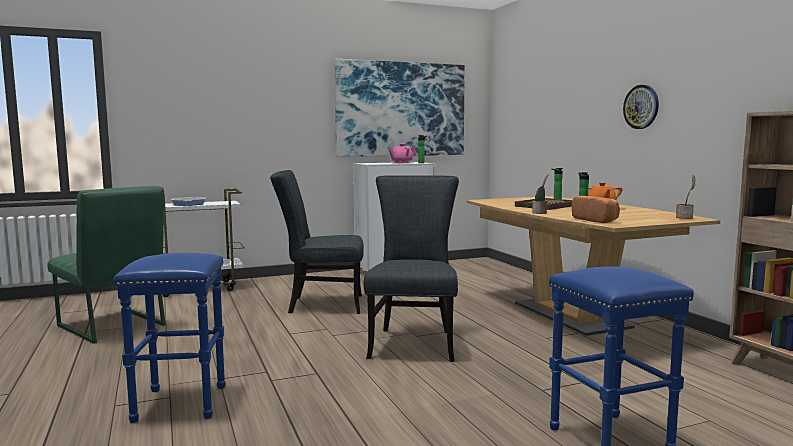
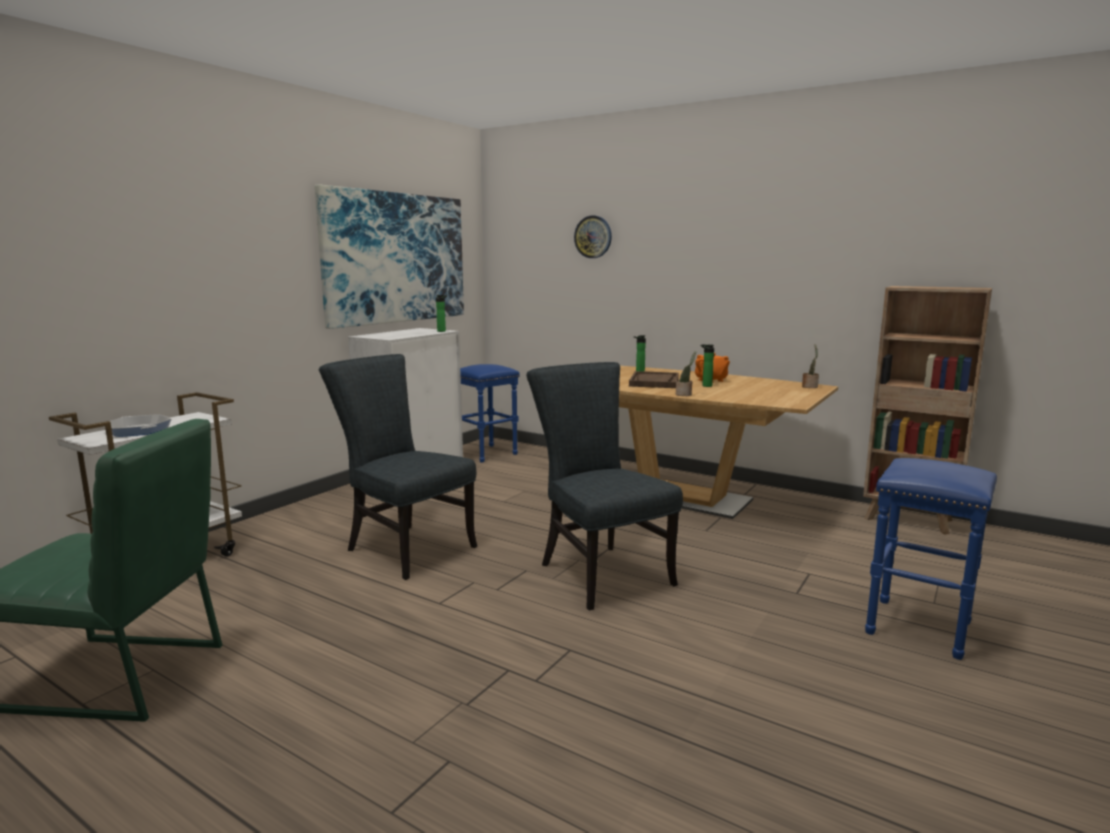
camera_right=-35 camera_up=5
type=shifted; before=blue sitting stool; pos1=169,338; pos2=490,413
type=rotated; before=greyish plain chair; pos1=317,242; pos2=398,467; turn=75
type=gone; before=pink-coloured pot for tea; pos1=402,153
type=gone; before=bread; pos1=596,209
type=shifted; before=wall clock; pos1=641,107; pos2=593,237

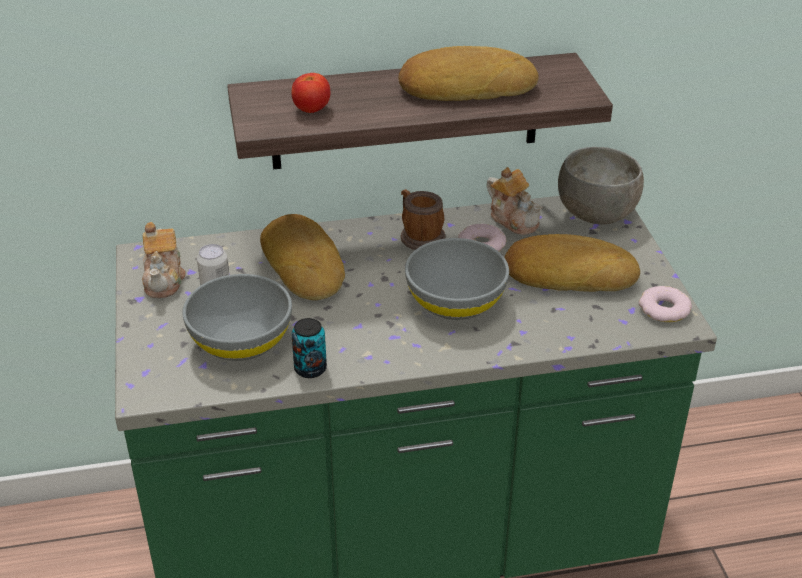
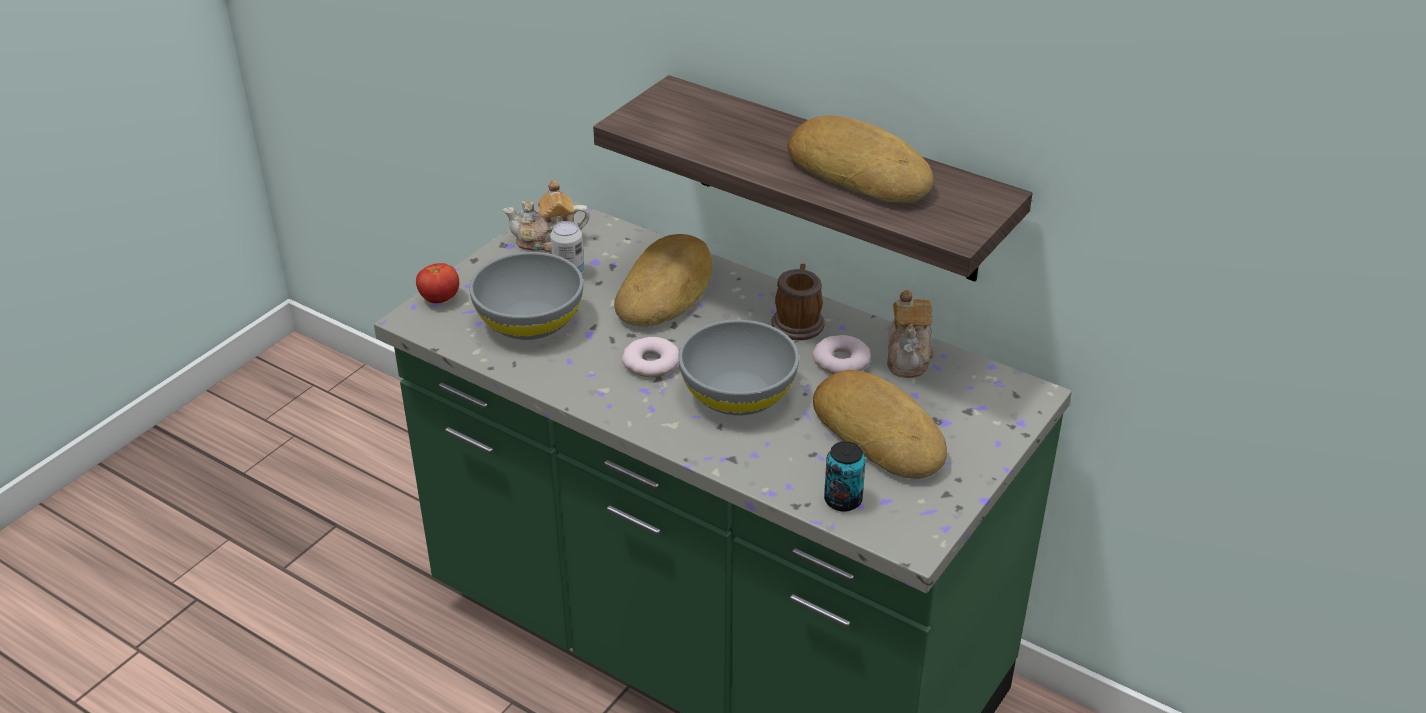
camera_right=45 camera_up=0
type=rotated; before=pot for tea; pos1=164,260; pos2=546,216; turn=45
type=shifted; before=tomato; pos1=310,93; pos2=437,283
type=shifted; before=sealed can; pos1=309,348; pos2=845,476
type=gone; before=greyish deep dish; pos1=601,186
type=shifted; before=ring doughnut; pos1=665,304; pos2=650,357

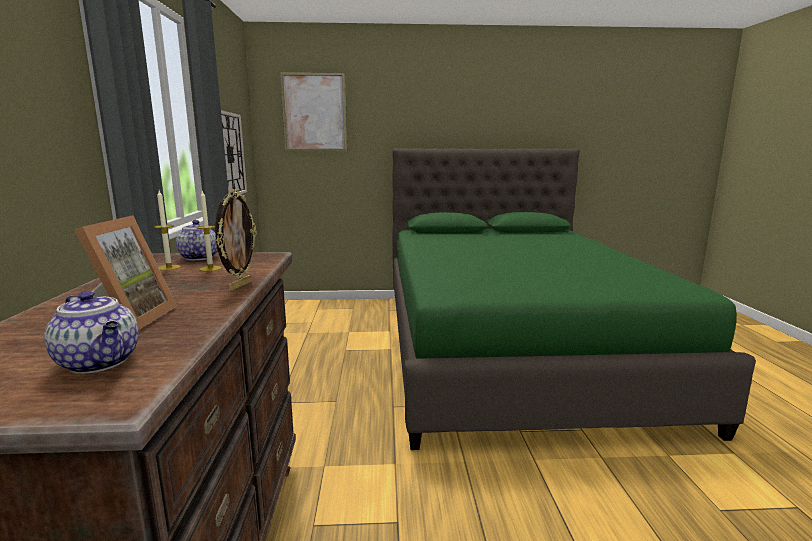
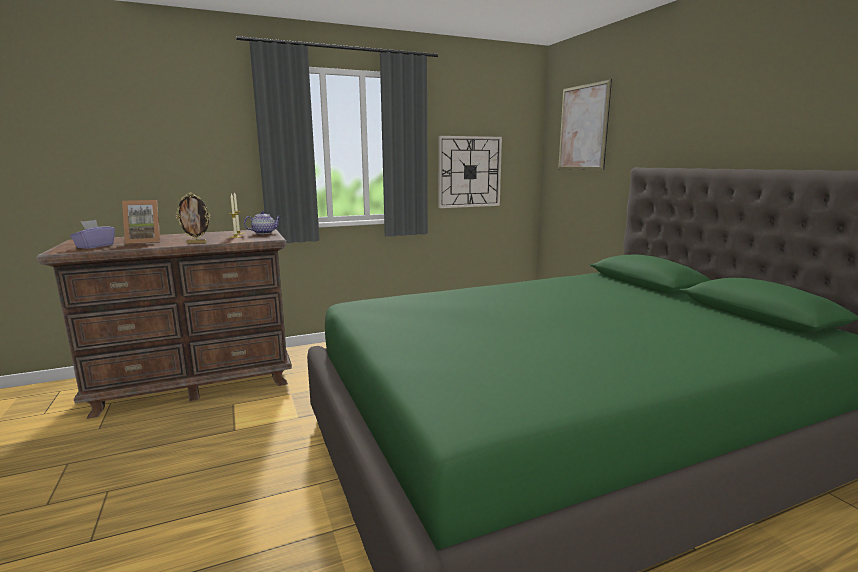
camera_right=70 camera_up=0
type=swapped; before=pot for tea; after=purple-coloured tissue holder; pos1=91,332; pos2=92,234

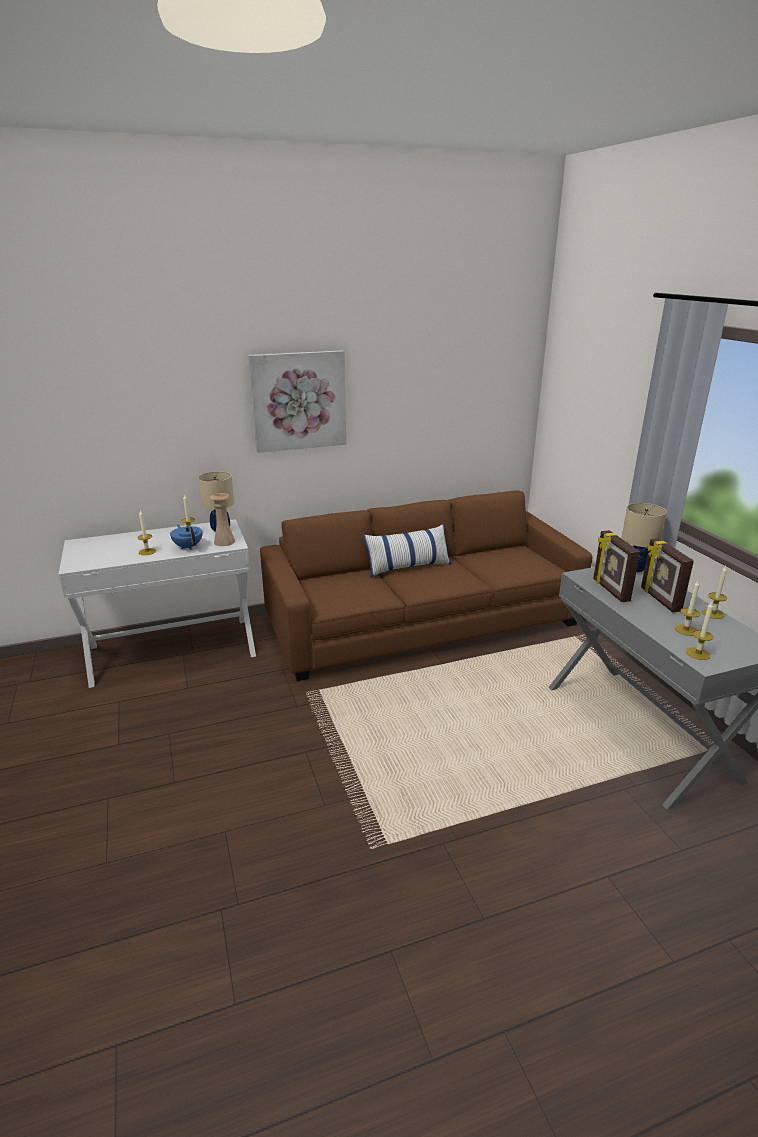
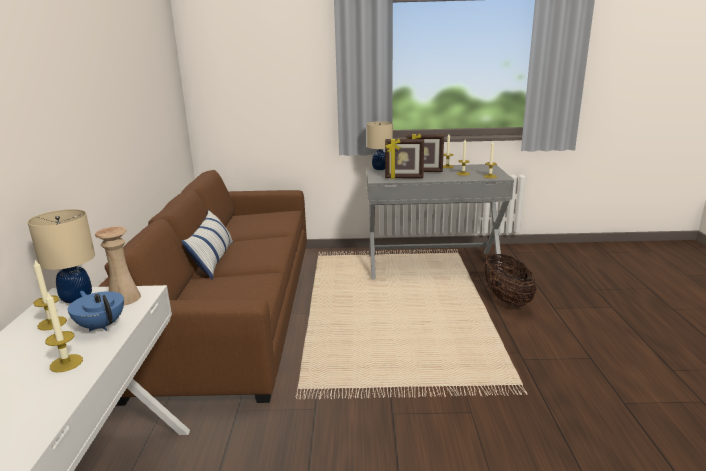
camera_right=-70 camera_up=-5
type=rotated; before=blue pot for tea; pos1=186,537; pos2=96,311; turn=60
type=gone; before=picture; pos1=297,401
type=new; after=storage basket; pos2=510,280

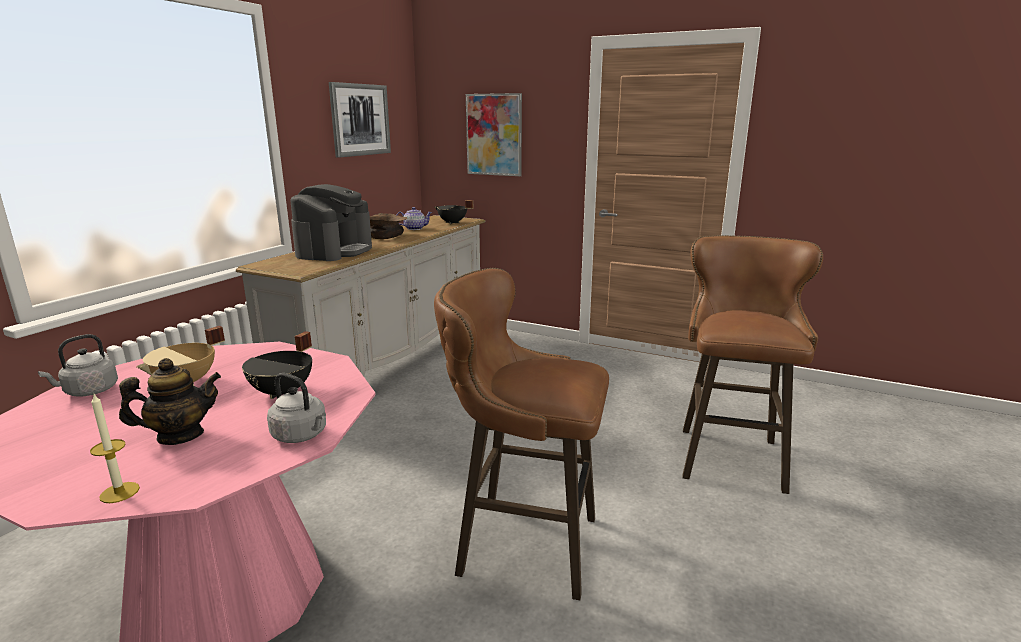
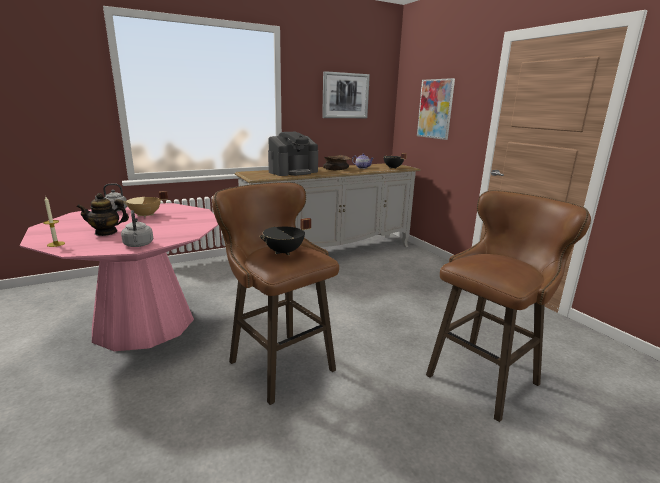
camera_right=35 camera_up=0
type=rotated; before=pot for tea; pos1=170,401; pos2=103,214; turn=150
type=shifted; before=black-coloured stockpot; pos1=277,365; pos2=285,236

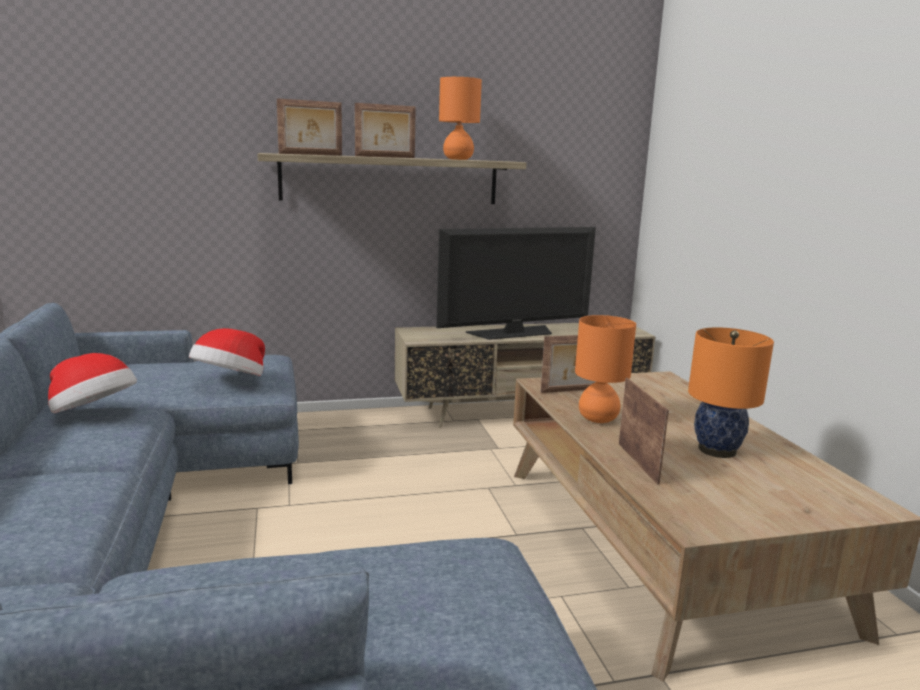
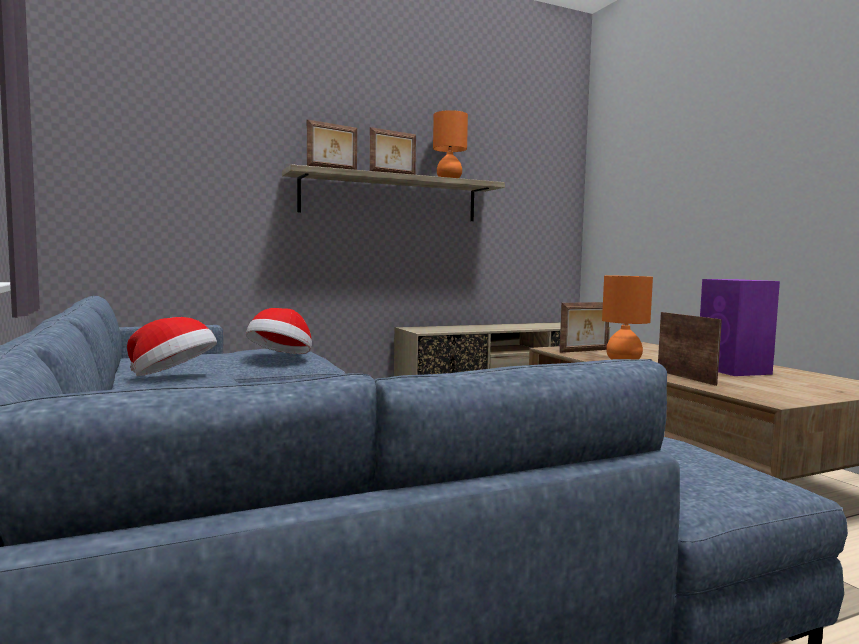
camera_right=-10 camera_up=-10
type=gone; before=television; pos1=516,283
type=swapped; before=orange tabletop lamp; after=purple-coloured audio speaker; pos1=731,392; pos2=740,327

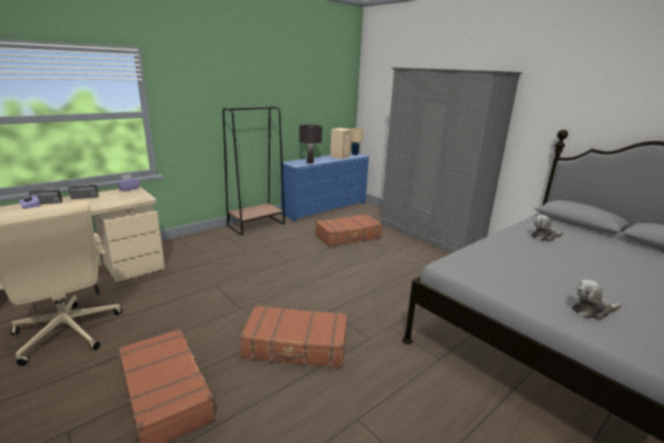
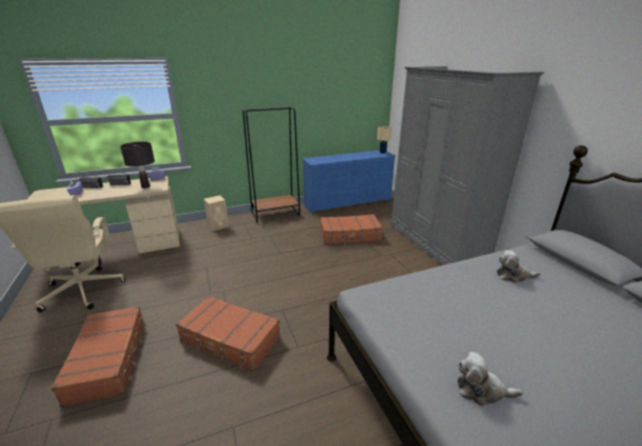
camera_right=20 camera_up=5
type=shifted; before=black-coloured tabletop lamp; pos1=310,144; pos2=137,165
type=shifted; before=sand-coloured audio speaker; pos1=341,143; pos2=216,213

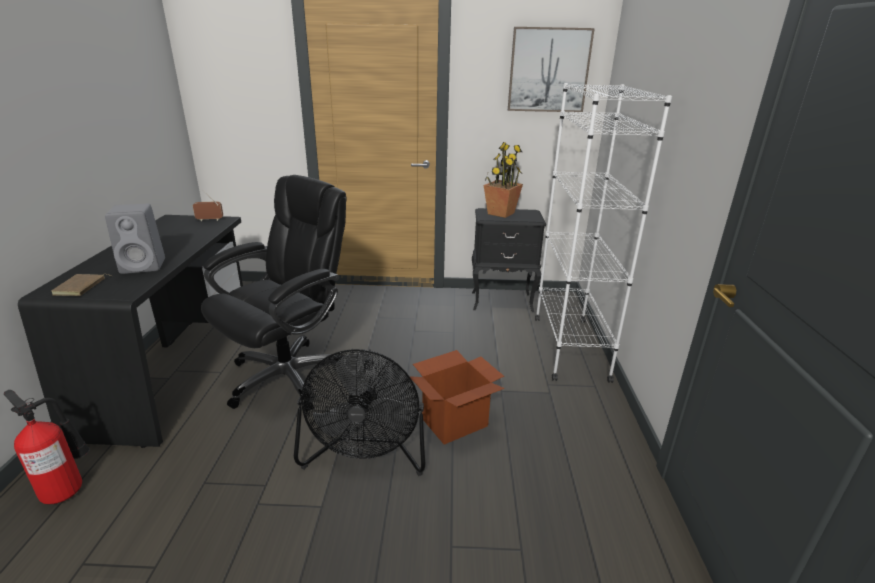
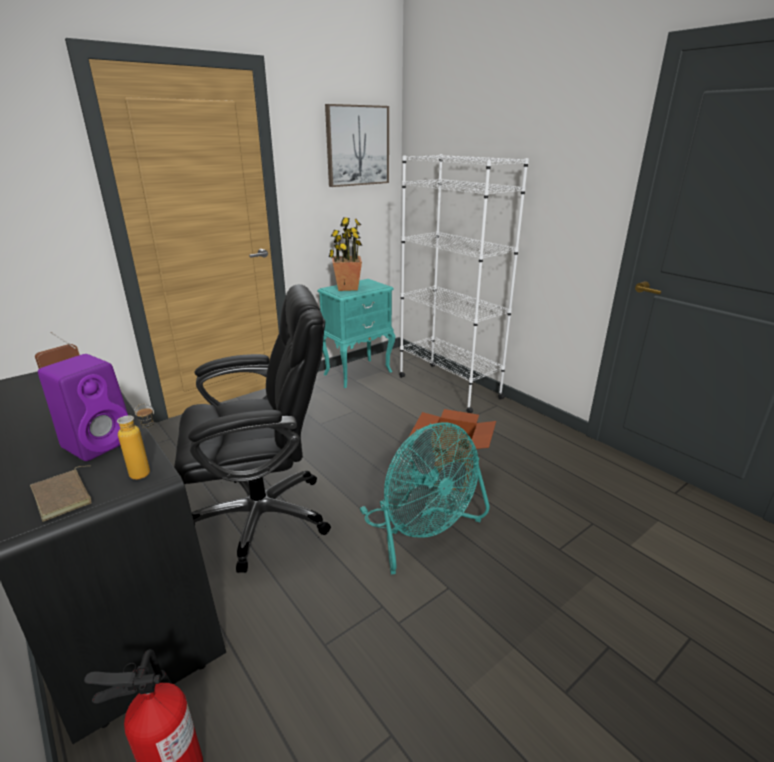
camera_right=-40 camera_up=0
type=repainted; before=greyish audio speaker; after=purple-coloured audio speaker; pos1=135,239; pos2=83,407
type=rotated; before=black-coloured desk chair; pos1=274,293; pos2=252,428; turn=75
type=repainted; before=black-coloured fan; after=turquoise-coloured fan; pos1=359,412; pos2=425,498
type=repainted; before=black-coloured night table; after=turquoise-coloured night table; pos1=509,260; pos2=356,333
type=new; after=beverage bottle; pos2=135,442

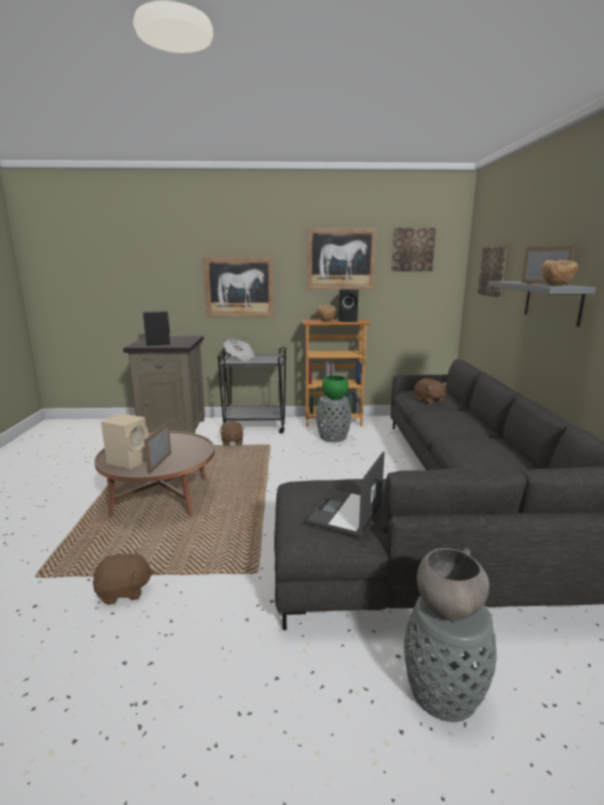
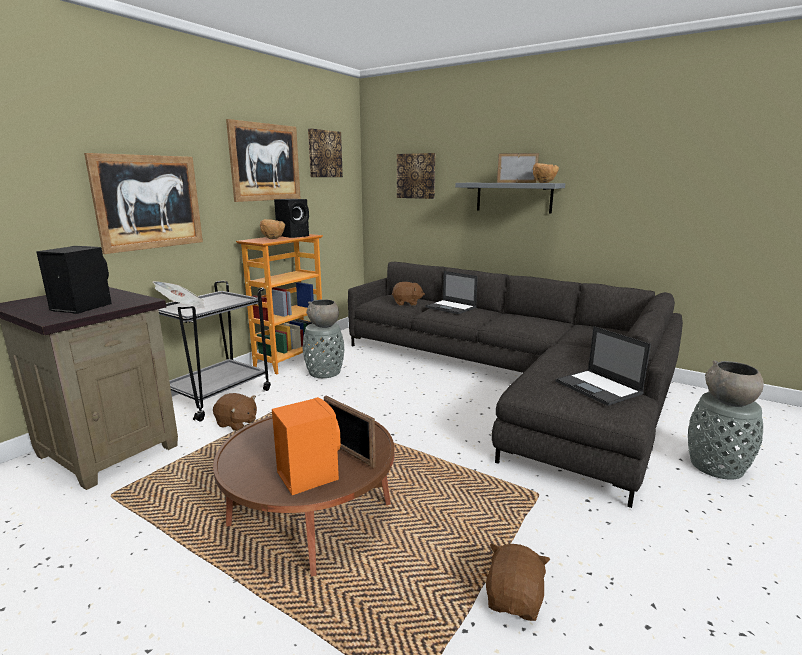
camera_right=-55 camera_up=0
type=repainted; before=sand-coloured audio speaker; after=orange audio speaker; pos1=125,441; pos2=306,446
type=repainted; before=green deep dish; after=greyish deep dish; pos1=335,387; pos2=322,313
type=new; after=laptop; pos2=451,292

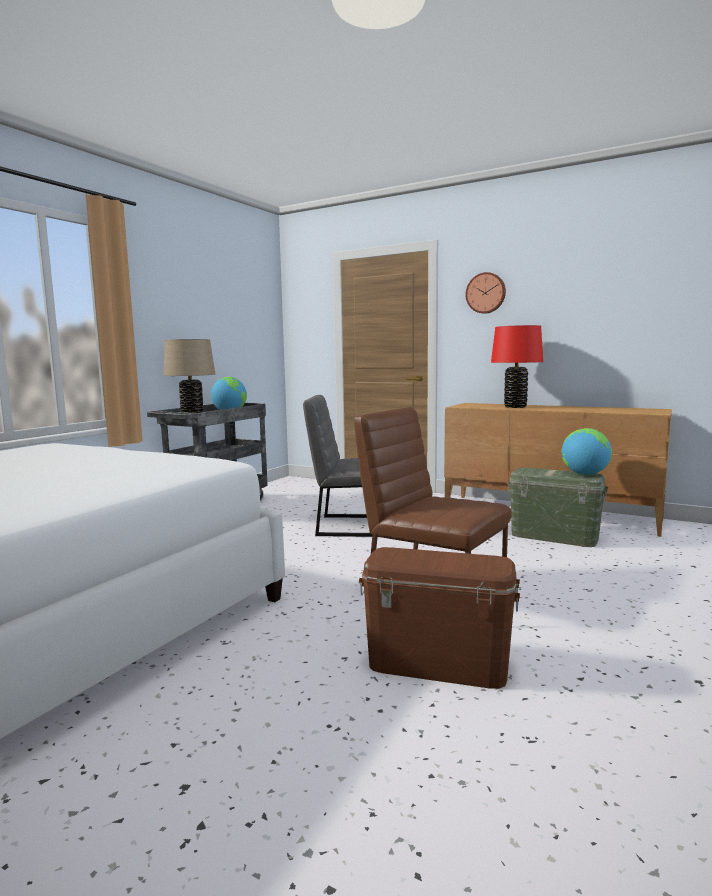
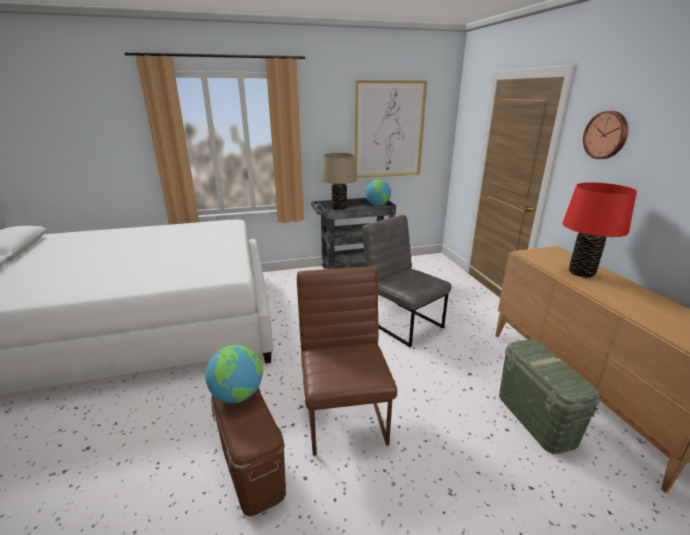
camera_right=45 camera_up=15
type=shifted; before=world globe; pos1=586,451; pos2=234,374
type=new; after=picture; pos2=391,129

